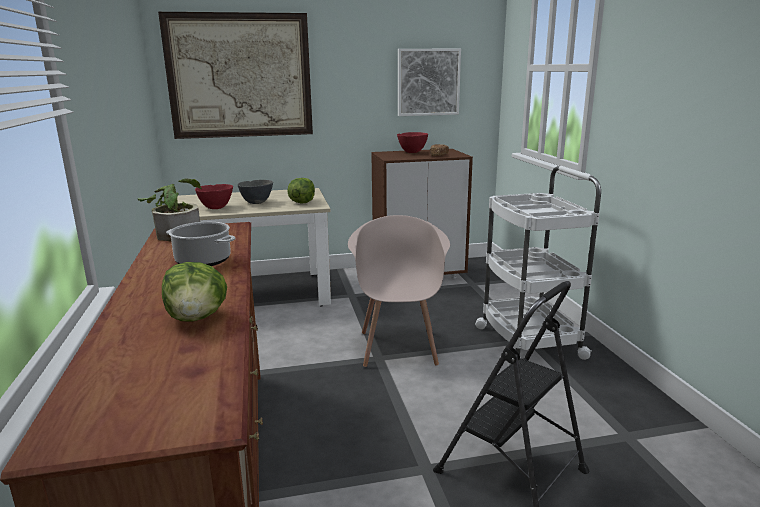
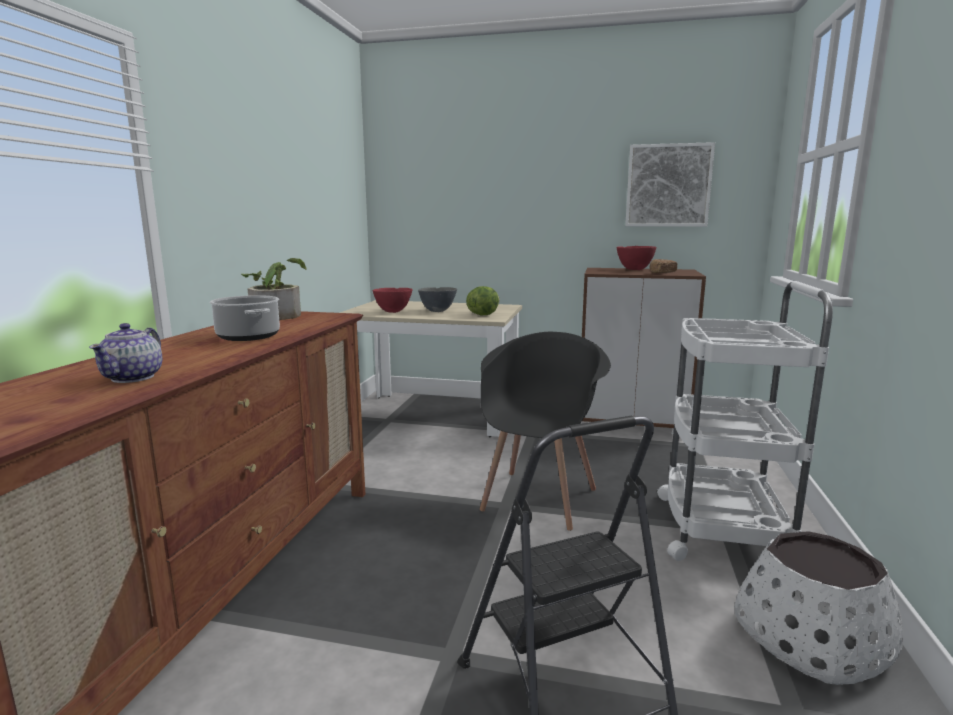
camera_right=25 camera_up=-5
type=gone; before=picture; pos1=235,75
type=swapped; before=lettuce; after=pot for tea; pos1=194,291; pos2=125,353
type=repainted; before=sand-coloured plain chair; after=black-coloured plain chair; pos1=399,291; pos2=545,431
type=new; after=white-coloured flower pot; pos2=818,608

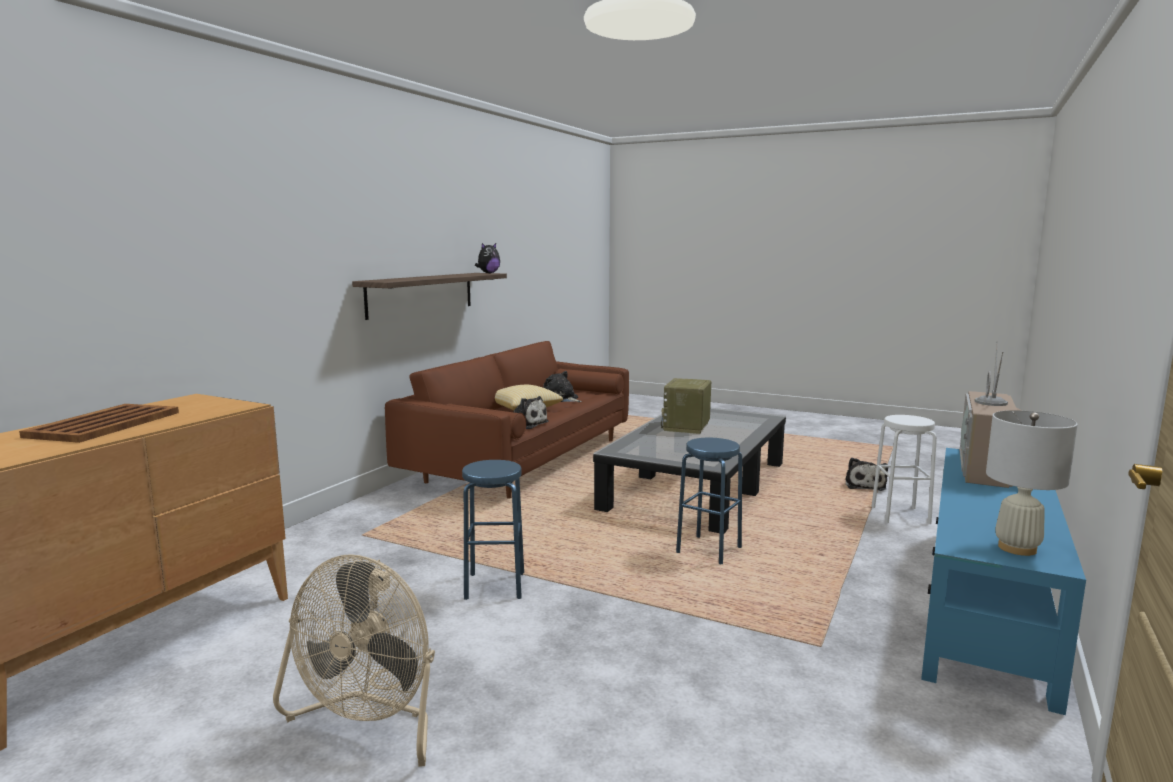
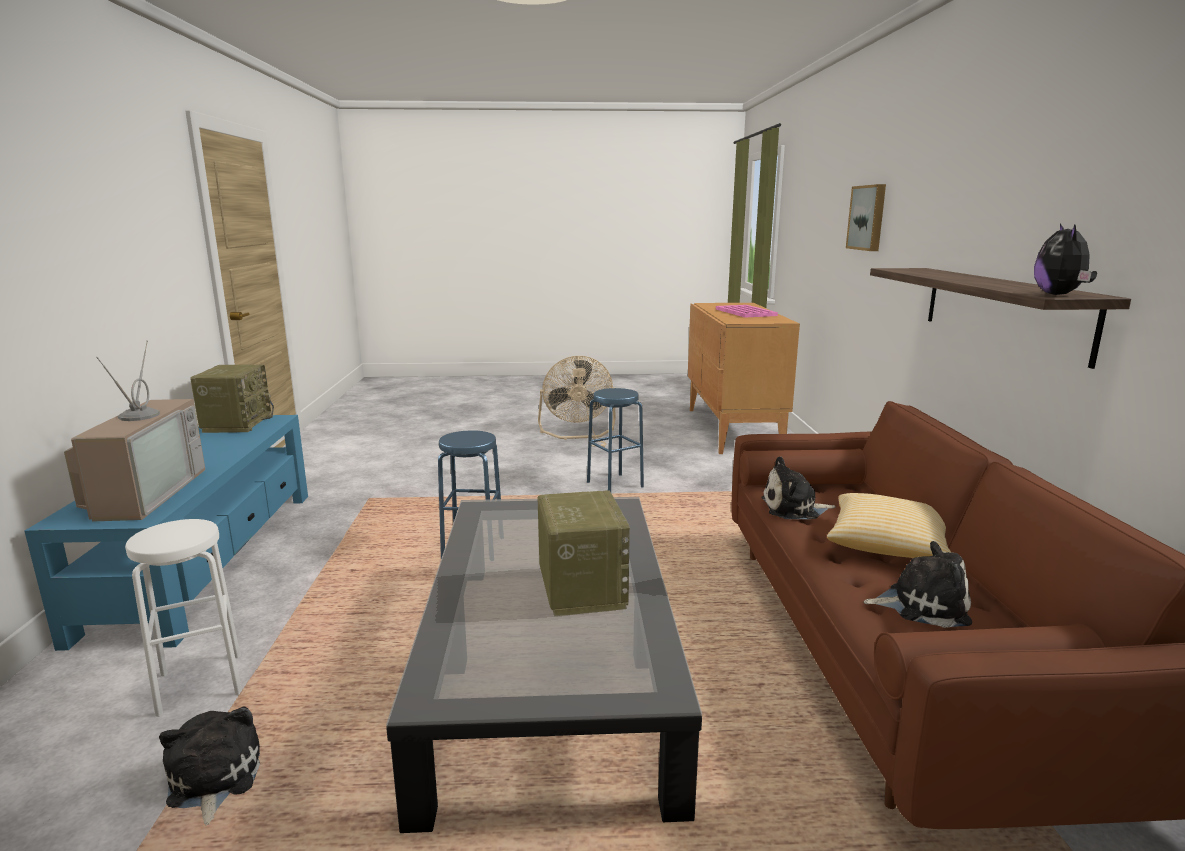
camera_right=150 camera_up=5
type=repainted; before=brown tray; after=pink-coloured tray; pos1=99,423; pos2=747,311
type=swapped; before=white-coloured tabletop lamp; after=radio set; pos1=1032,483; pos2=232,399
type=new; after=picture; pos2=866,217

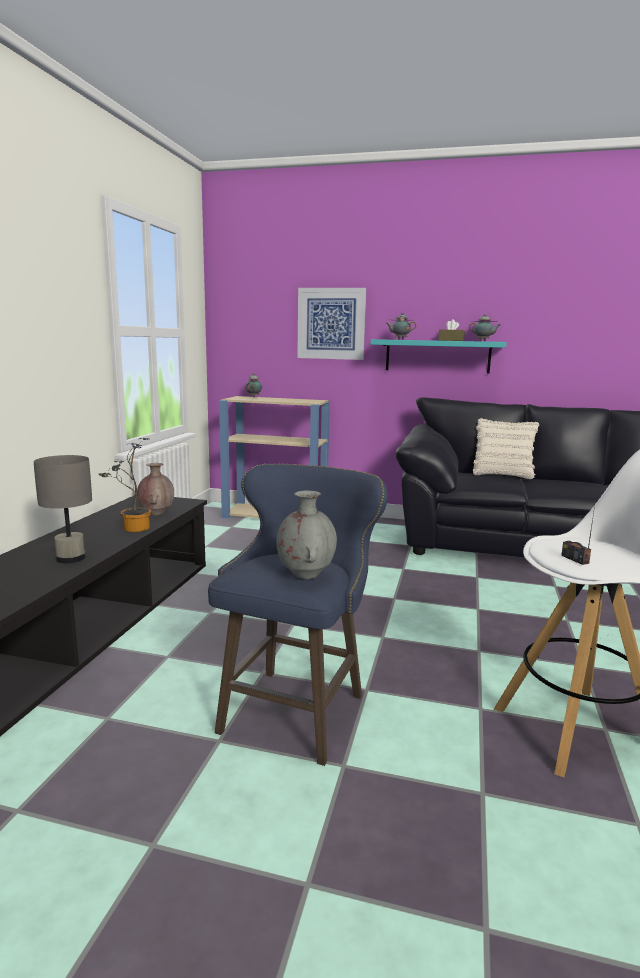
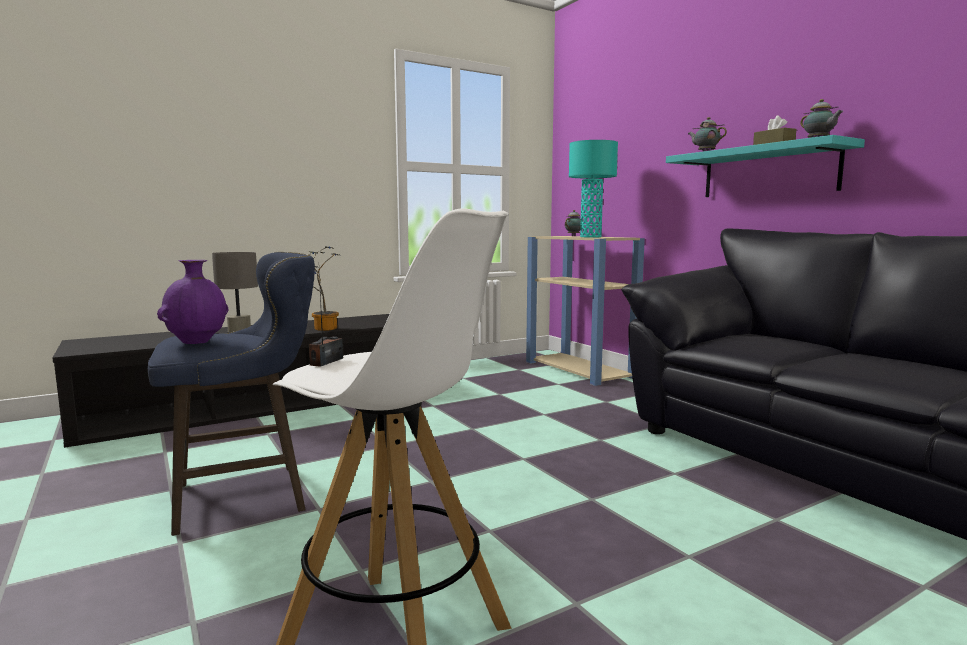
camera_right=45 camera_up=-5
type=gone; before=brown vase; pos1=155,489
type=repainted; before=greyish vase; after=purple-coloured vase; pos1=307,534; pos2=192,302
type=gone; before=picture; pos1=331,324
type=gone; before=sand-coloured pillow; pos1=506,448
type=new; after=turquoise-coloured tabletop lamp; pos2=593,188

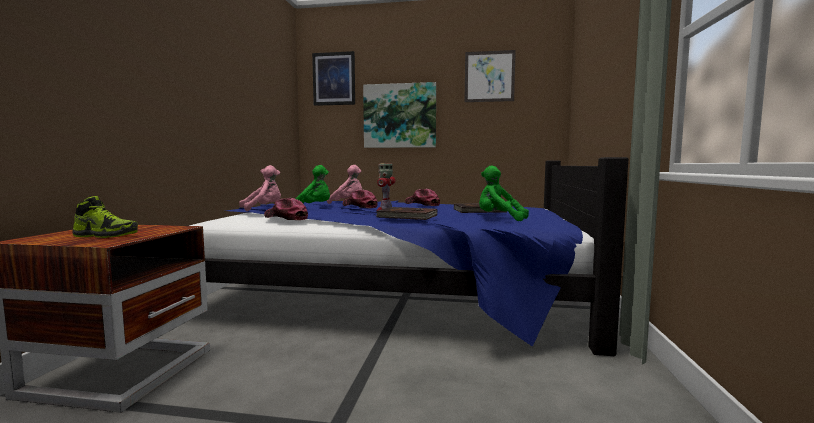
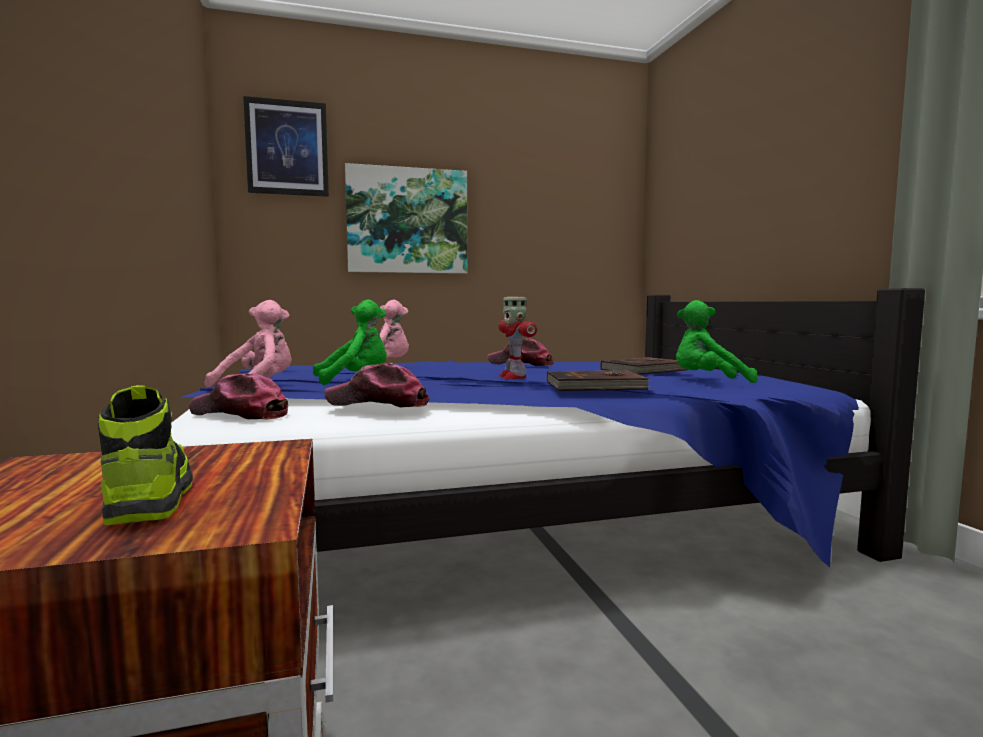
camera_right=-25 camera_up=0
type=rotated; before=shoe; pos1=105,217; pos2=145,455; turn=-90
type=shifted; before=cap; pos1=360,198; pos2=238,396
type=gone; before=picture; pos1=490,76

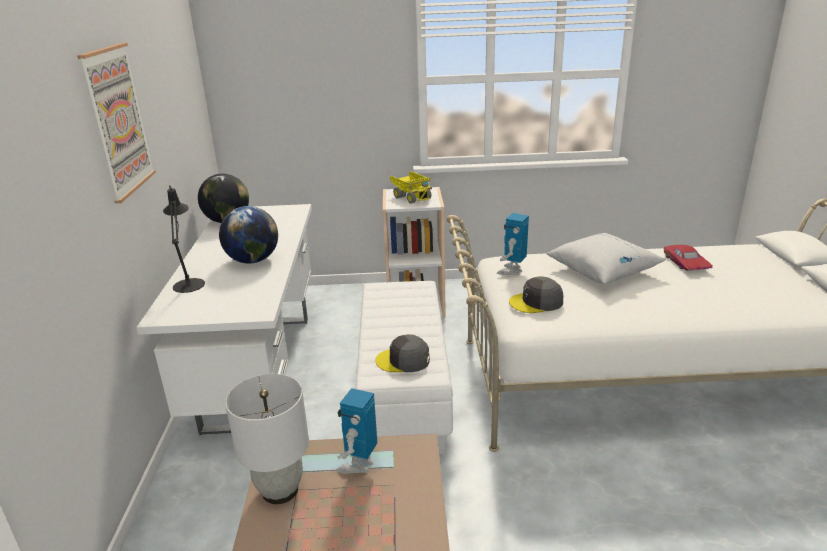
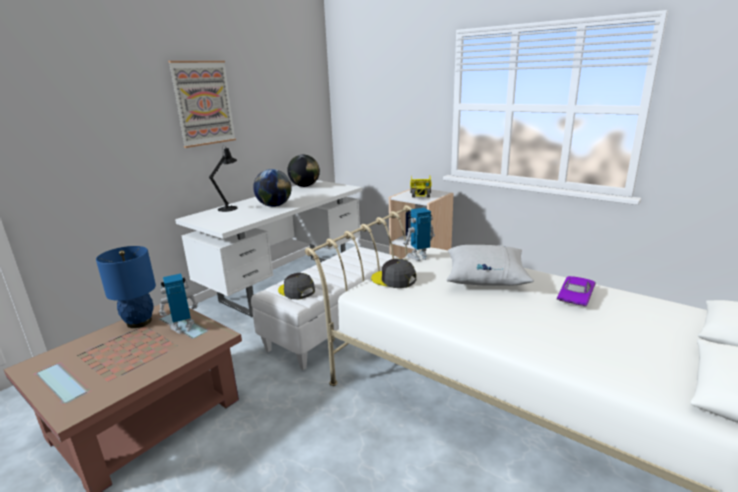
camera_right=40 camera_up=-5
type=repainted; before=white-coloured tabletop lamp; after=blue tabletop lamp; pos1=267,439; pos2=126,287
type=repainted; before=red miniature car; after=purple-coloured miniature car; pos1=688,258; pos2=576,291

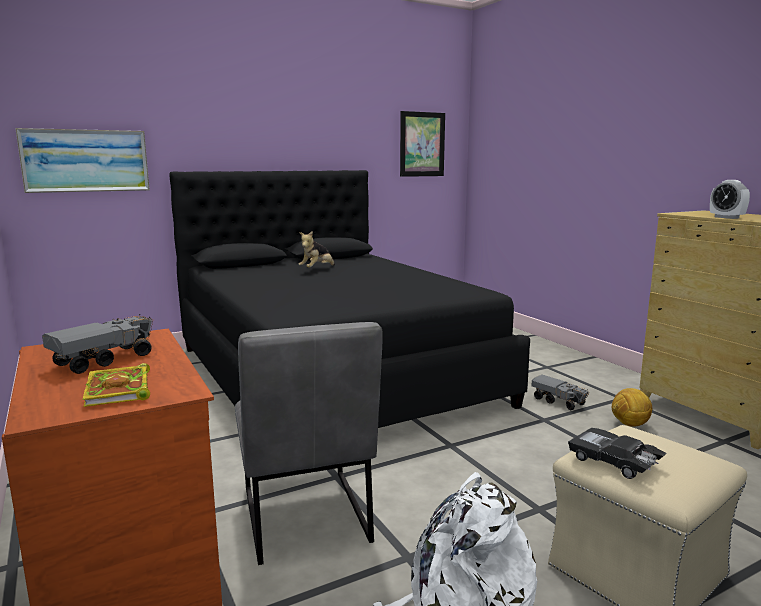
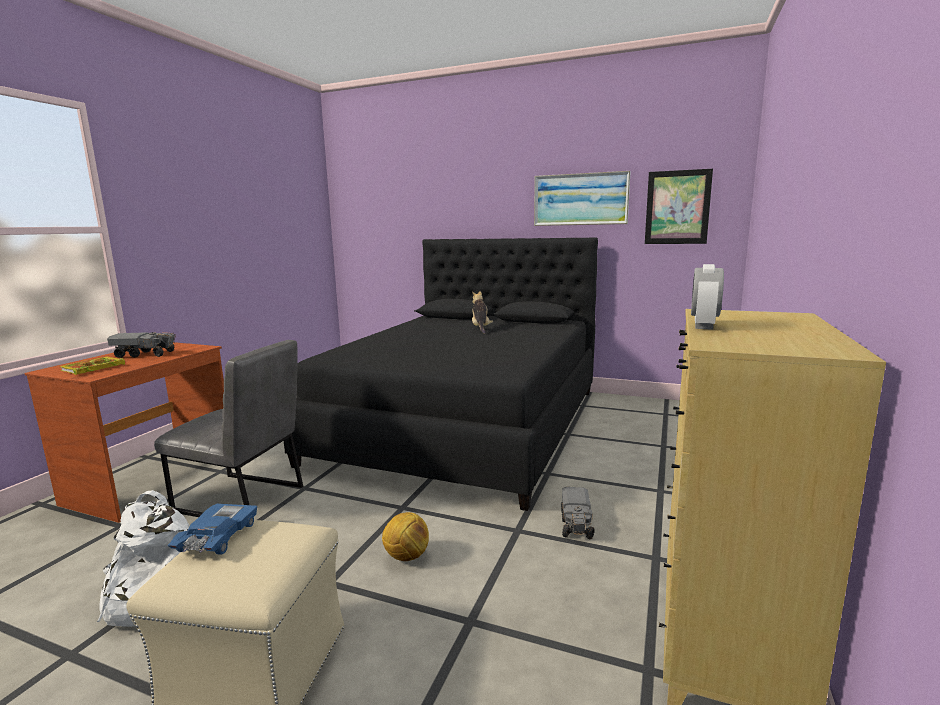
camera_right=50 camera_up=0
type=shifted; before=picture; pos1=82,160; pos2=582,198
type=rotated; before=greyish plain chair; pos1=309,443; pos2=228,428; turn=-105
type=rotated; before=plush toy; pos1=317,249; pos2=482,312; turn=90
type=repainted; before=black-coloured miniature car; after=blue miniature car; pos1=617,453; pos2=212,529
type=shifted; before=football ball; pos1=632,407; pos2=405,536

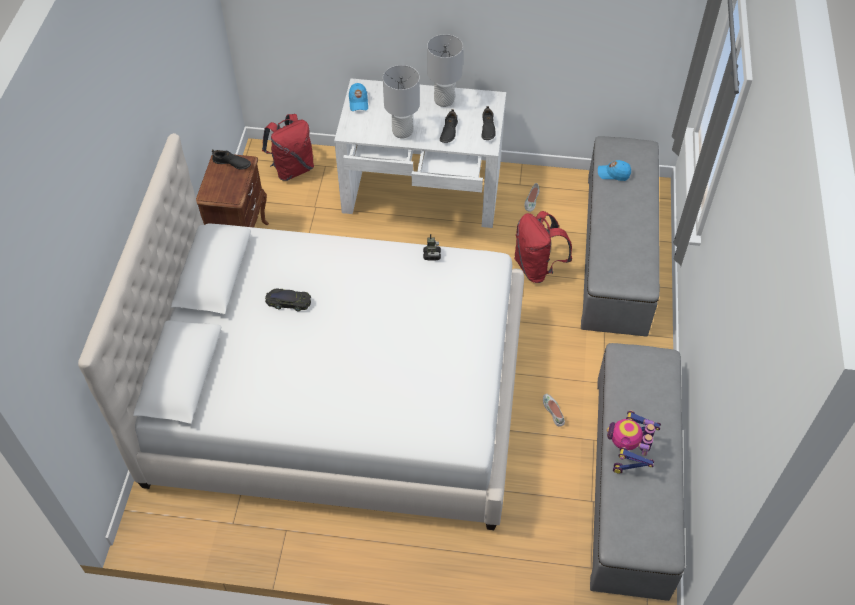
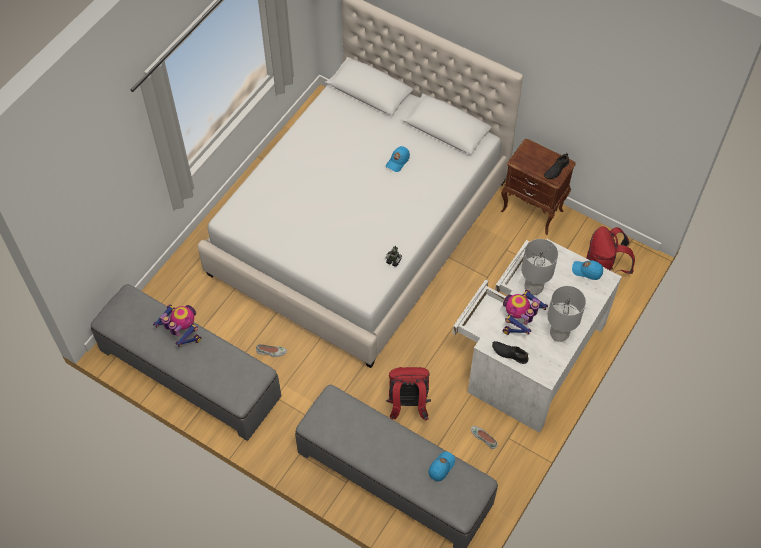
camera_right=115 camera_up=5
type=swapped; before=black-coloured miniature car; after=blue cap; pos1=288,299; pos2=398,159
type=swapped; before=black-coloured shoe; after=toy robot; pos1=449,126; pos2=525,312

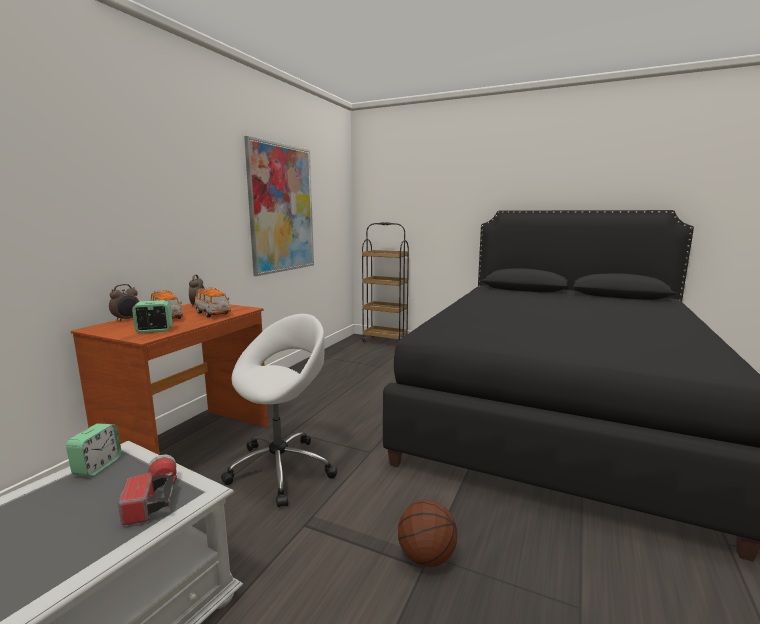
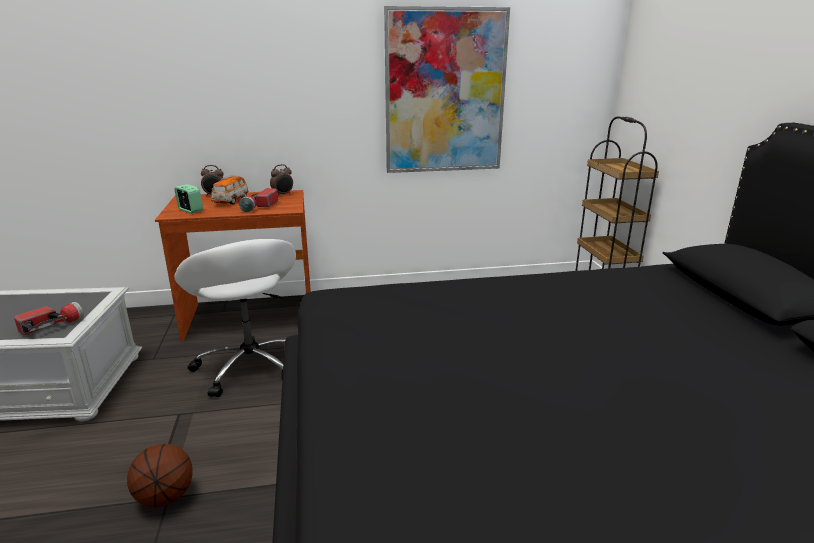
camera_right=55 camera_up=10
type=gone; before=alarm clock; pos1=93,450
type=swapped; before=miniature car; after=hand torch; pos1=213,302; pos2=258,200
type=rotated; before=white-coloured desk chair; pos1=279,410; pos2=235,318; turn=45

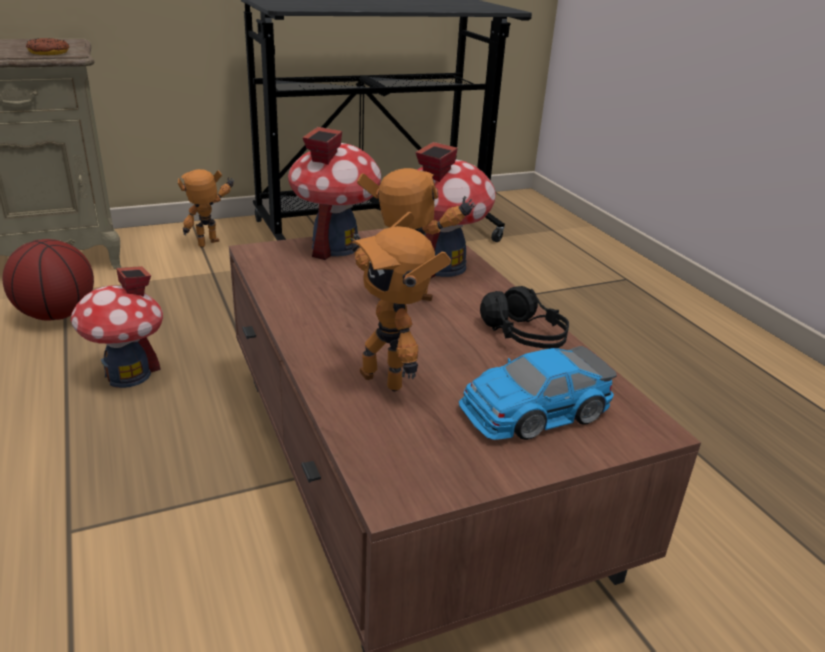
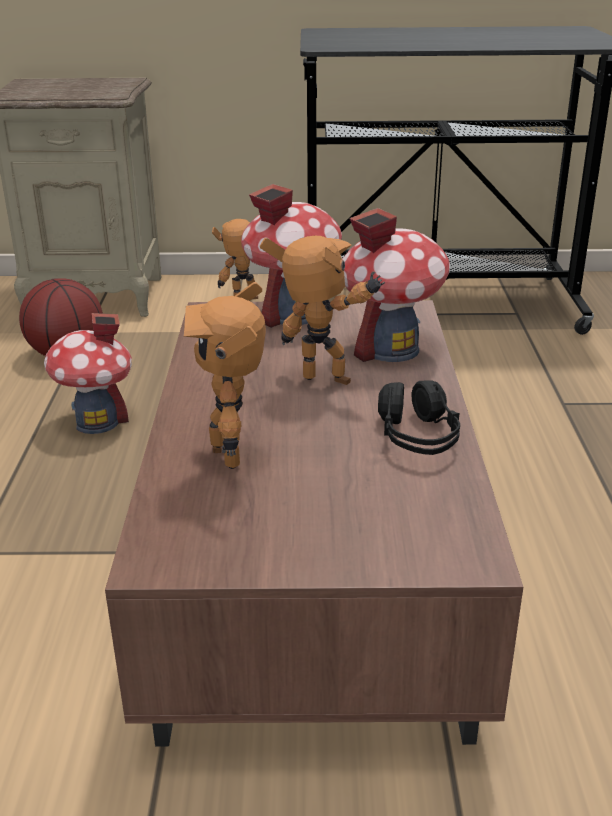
camera_right=25 camera_up=0
type=gone; before=ring doughnut; pos1=47,46
type=gone; before=miniature car; pos1=538,393

